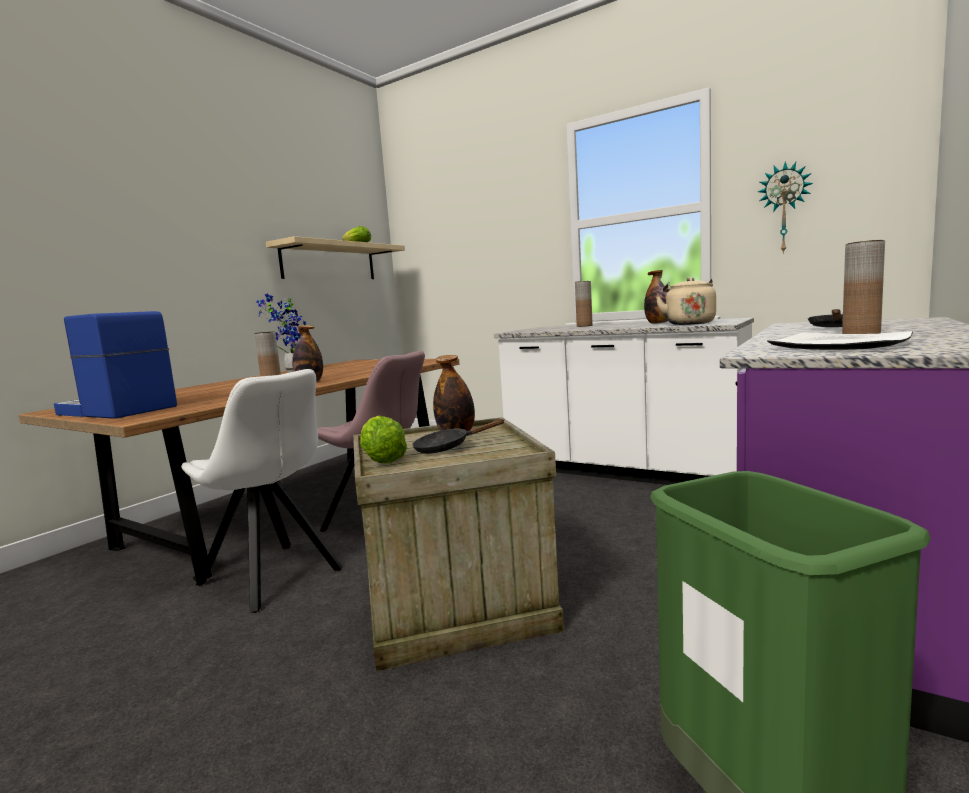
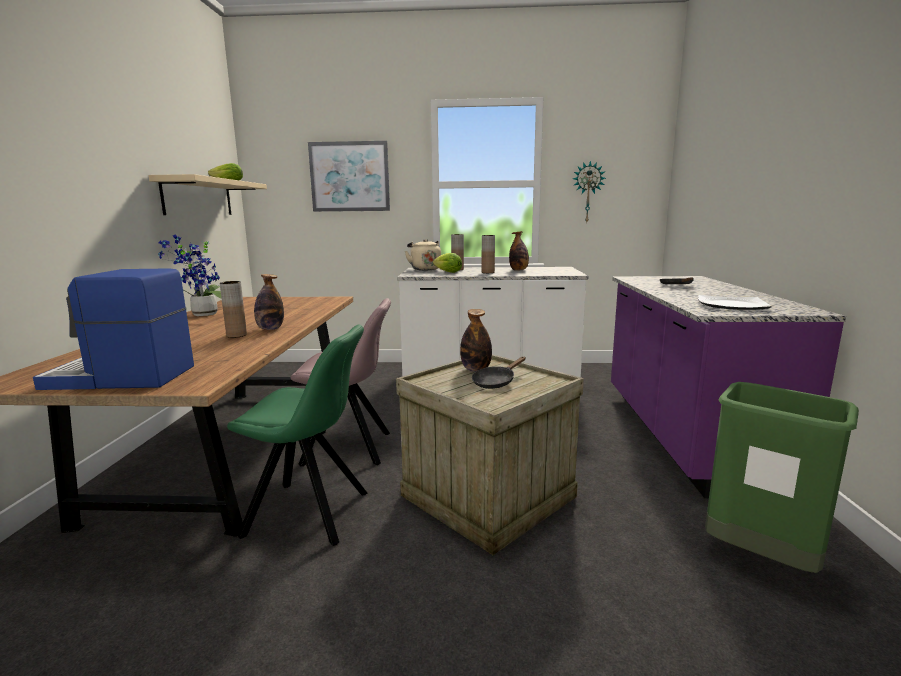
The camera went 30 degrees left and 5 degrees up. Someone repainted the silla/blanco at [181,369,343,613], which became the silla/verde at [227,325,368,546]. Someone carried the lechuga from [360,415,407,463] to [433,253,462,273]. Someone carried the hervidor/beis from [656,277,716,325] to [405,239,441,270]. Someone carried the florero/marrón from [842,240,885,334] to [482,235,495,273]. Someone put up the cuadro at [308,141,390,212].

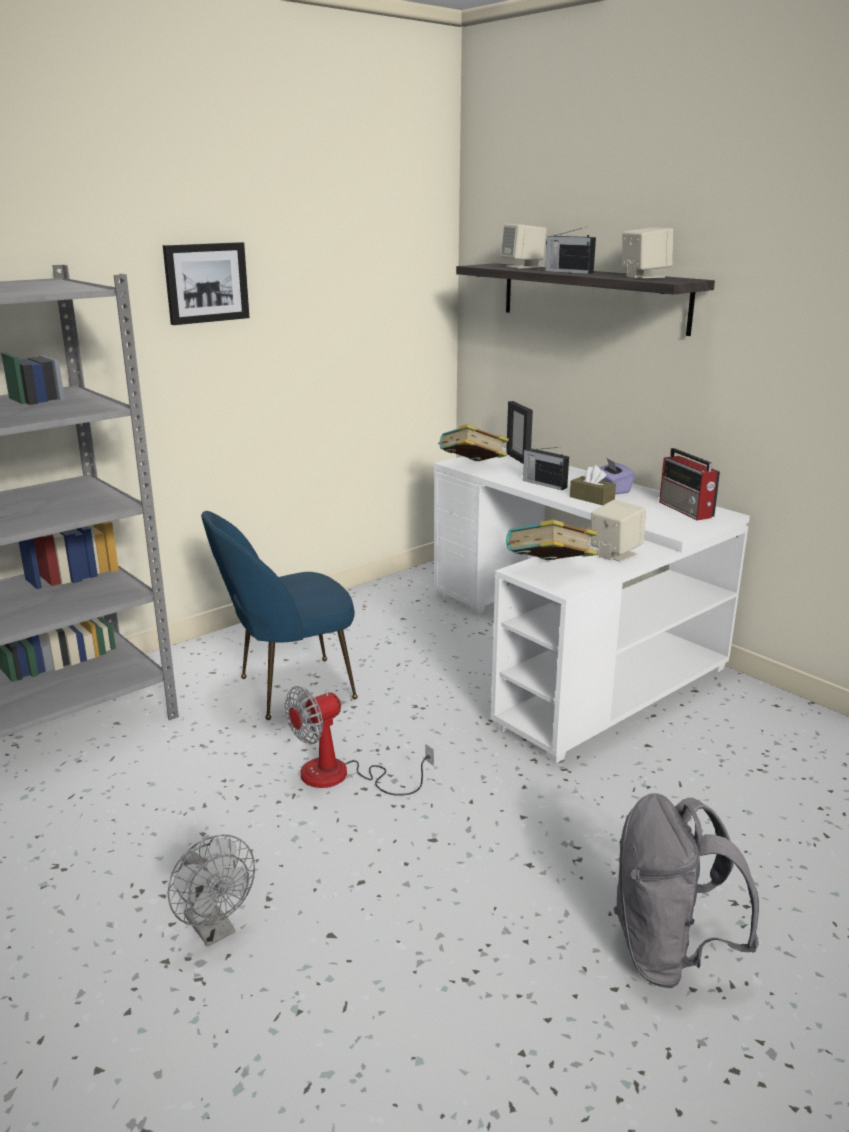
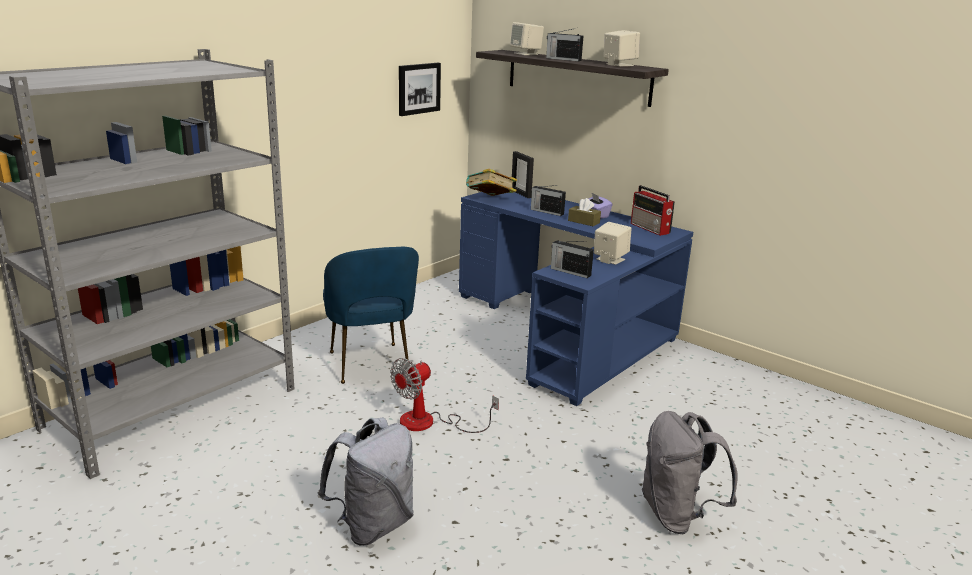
The camera went 10 degrees left and 0 degrees up. Someone carried the cuadro from [163,242,250,325] to [399,63,441,116]. Someone swapped the ventilador/gris at [167,835,255,947] for the mochila/gris at [317,417,414,546]. Someone rotated the silla/azul at [201,511,358,720] by 75 degrees counterclockwise. Someone repainted the escritorio/blanco at [434,447,750,763], which became the escritorio/azul at [459,192,693,406]. Someone swapped the libro at [506,520,597,560] for the radio at [551,240,594,278].

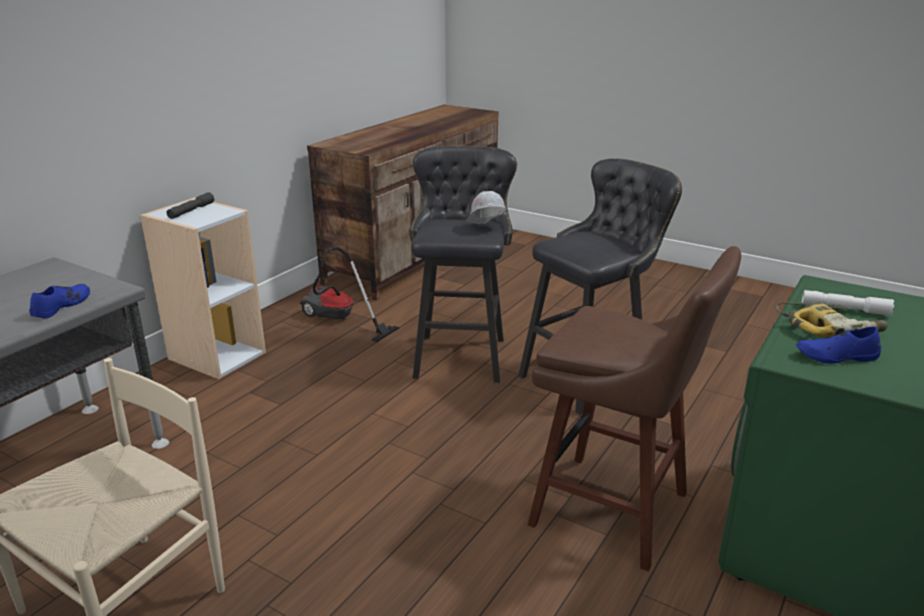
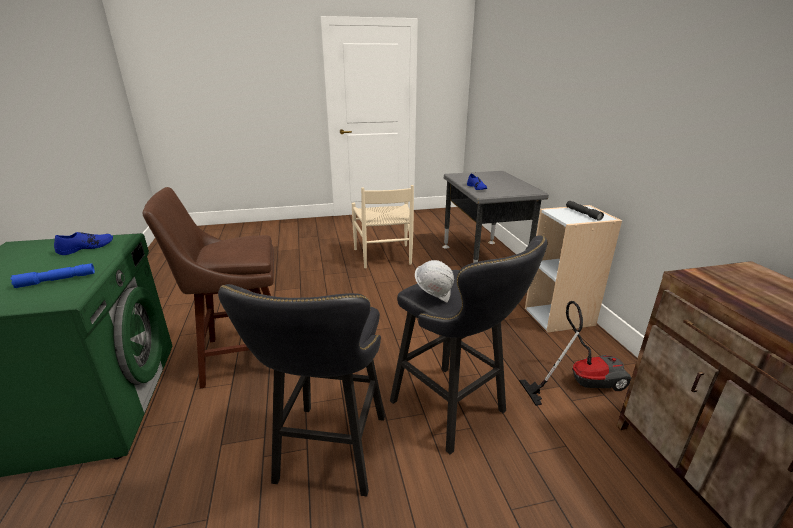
The camera went 135 degrees right and 0 degrees up. Someone took away the taladro at [775,302,888,337]. Someone repainted the linterna/blanco at [802,290,894,316], which became the linterna/azul at [11,263,95,288].

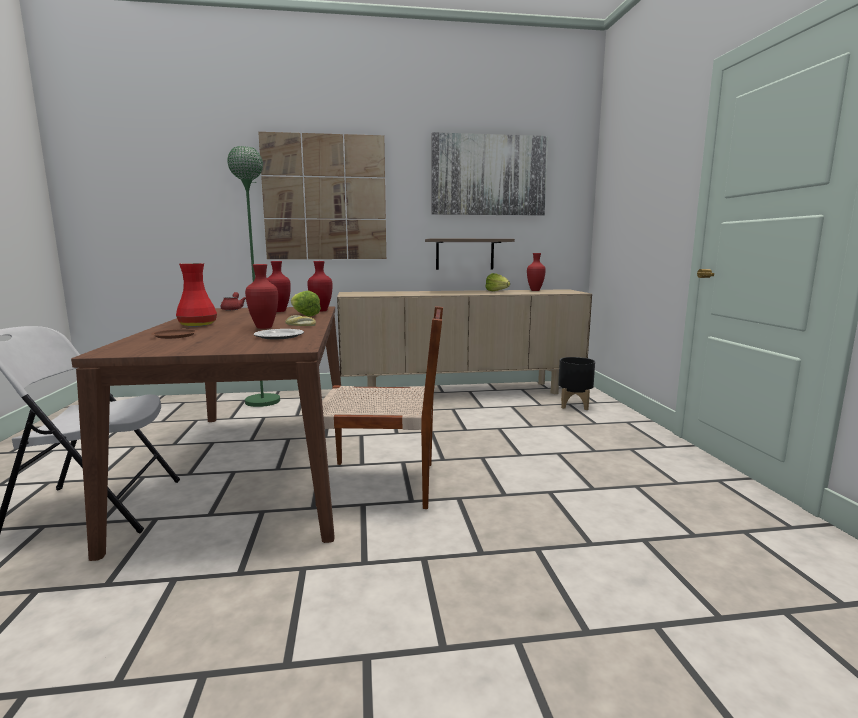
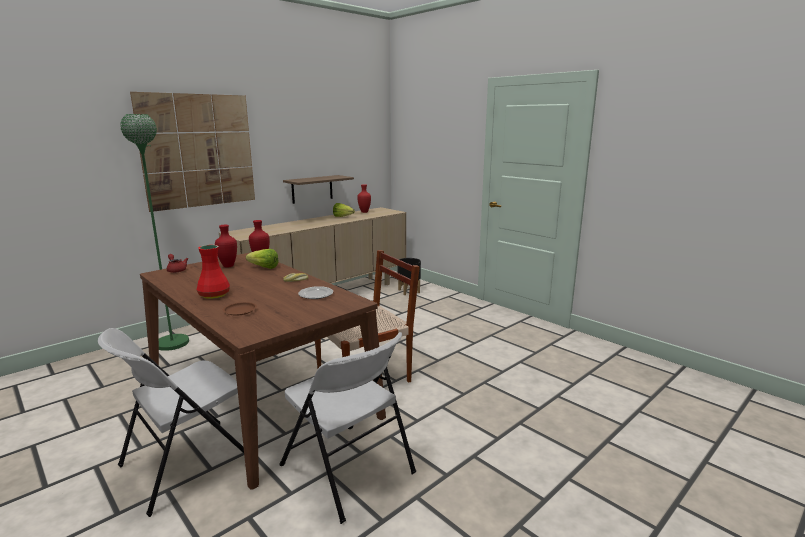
The camera went 35 degrees left and 5 degrees up. Someone took away the florero/rojo at [245,264,278,329]. Someone took away the cuadro at [431,132,548,216]. Someone put down the silla/blanco at [279,332,416,524].

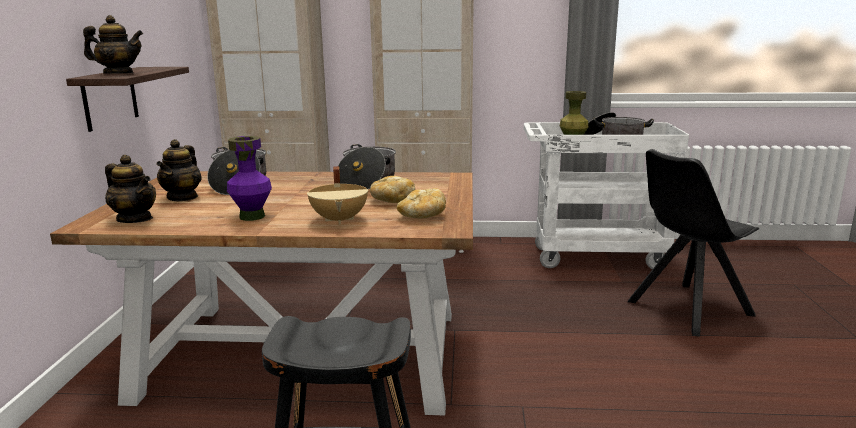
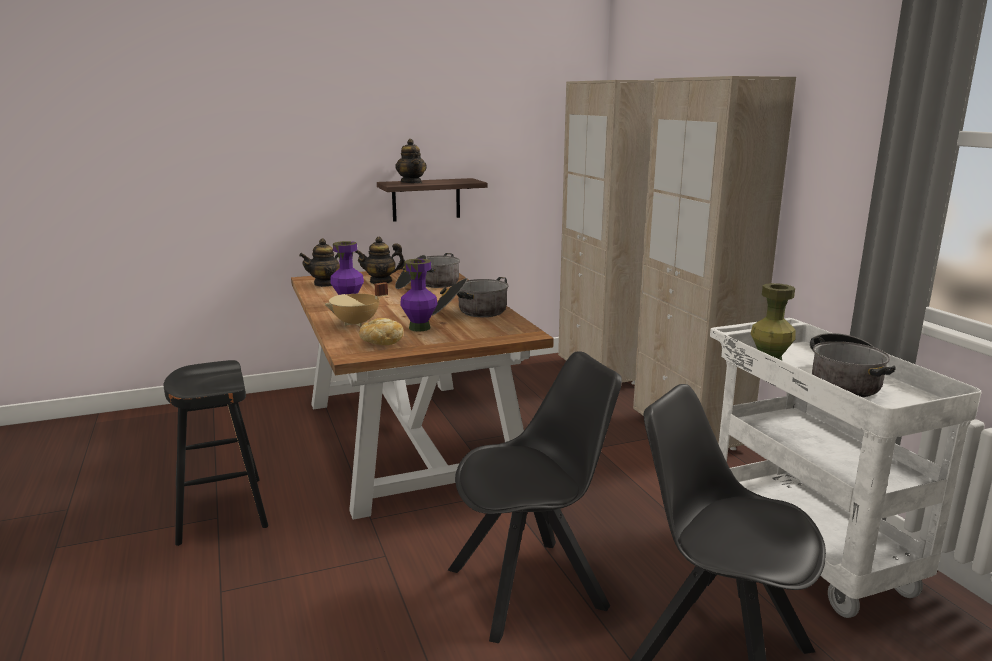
The camera went 65 degrees right and 0 degrees up. Someone rotated the tetera at [105,155,156,223] by 45 degrees clockwise. Someone swapped the pan at [370,176,415,203] for the florero/morado at [400,259,438,332]. Someone put down the silla/negro at [448,351,622,643].

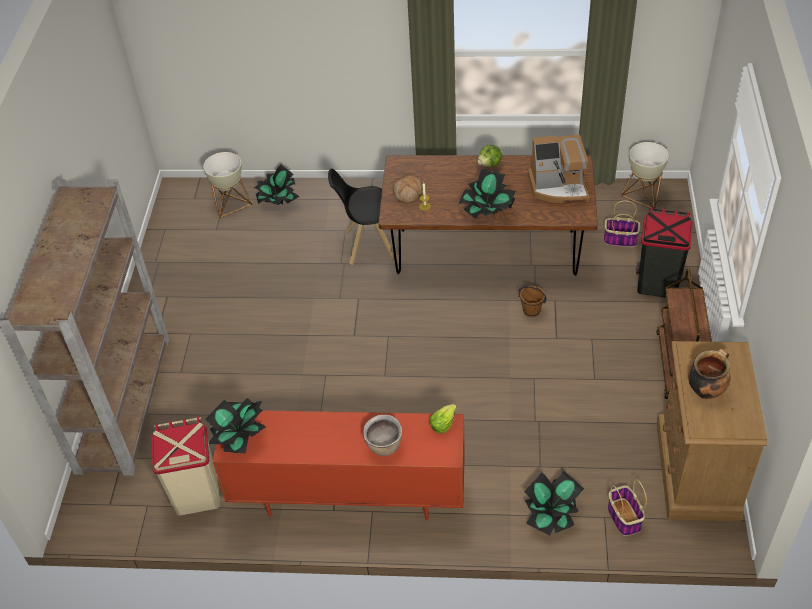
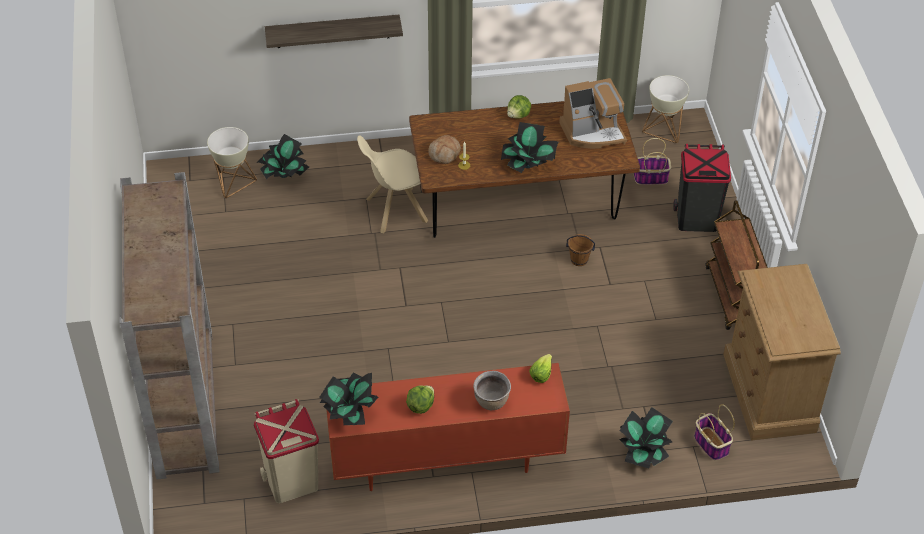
The camera went 15 degrees left and 0 degrees up. Someone repainted the silla/negro at [328,168,397,265], which became the silla/beis at [357,135,428,234]. Someone took away the olla at [688,349,731,399]. Someone put up the estante at [265,15,403,48]. Someone put down the lechuga at [406,385,434,414].

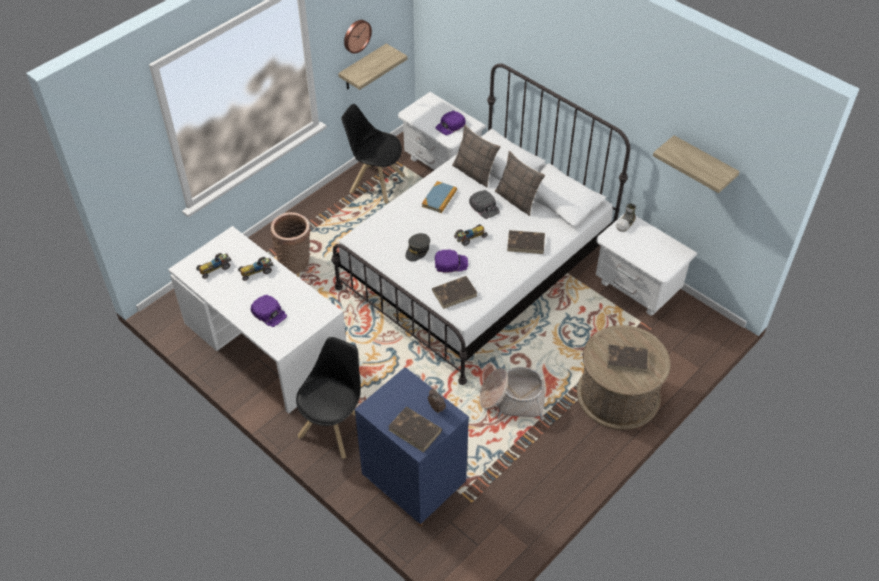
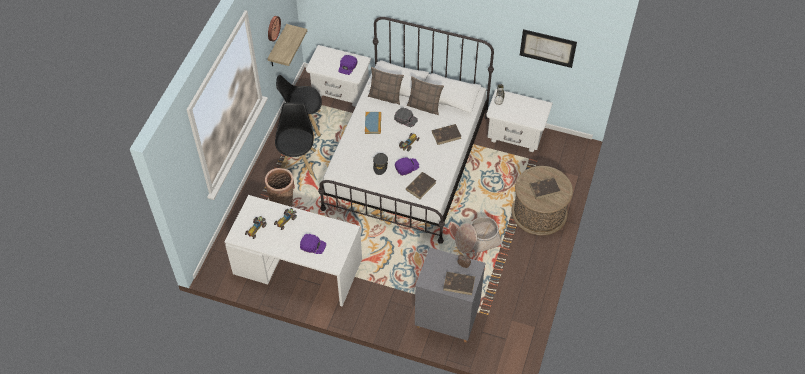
The camera went 25 degrees left and 5 degrees up. Someone carried the silla/negro from [296,337,361,459] to [275,102,317,175]. Someone repainted the cómoda/azul at [355,367,469,526], which became the cómoda/gris at [415,248,486,342]. Someone swapped the estante at [653,135,740,193] for the cuadro at [520,29,577,68].

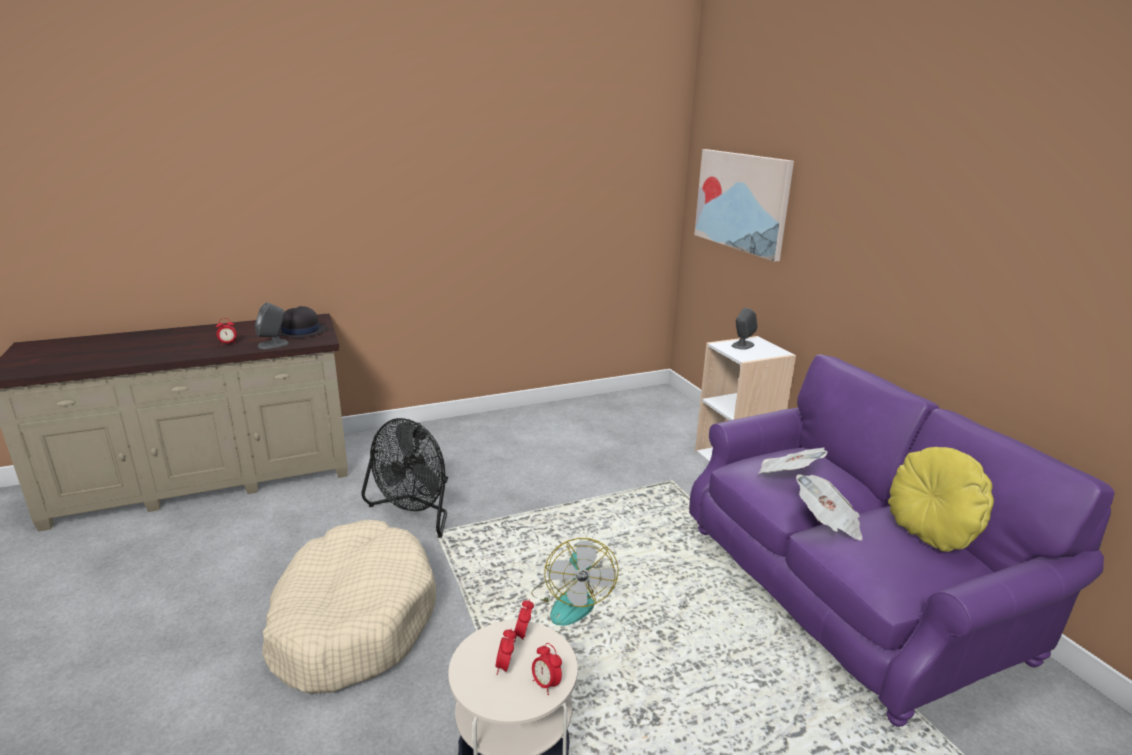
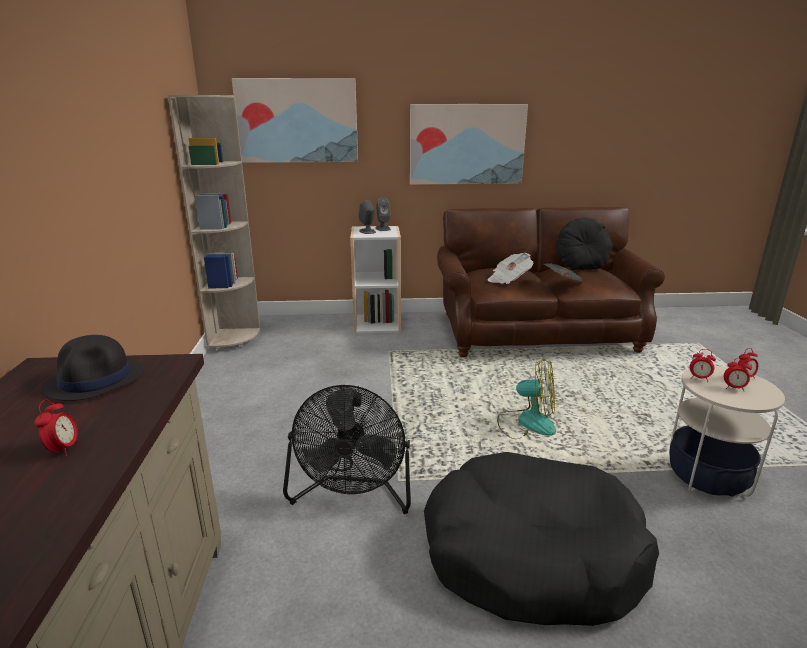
The camera went 70 degrees left and 0 degrees up. Someone carried the altavoz/gris from [255,302,289,349] to [376,198,391,231]. Someone repainted the cama para perro/beis at [262,520,436,694], which became the cama para perro/negro at [424,452,659,626]. Someone rotated the ventilador/negro at [361,418,448,538] by 45 degrees clockwise. Someone repainted the sofá/morado at [689,354,1115,727], which became the sofá/marrón at [437,207,665,357]. Someone repainted the cojín/amarillo at [888,447,994,552], which became the cojín/negro at [556,217,613,270]. Someone put down the estantería/beis at [168,95,260,351]. Someone put up the cuadro at [410,104,528,185].

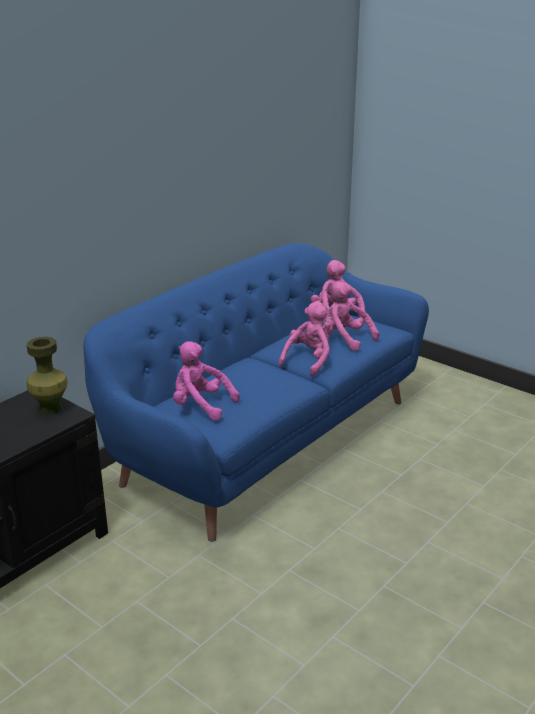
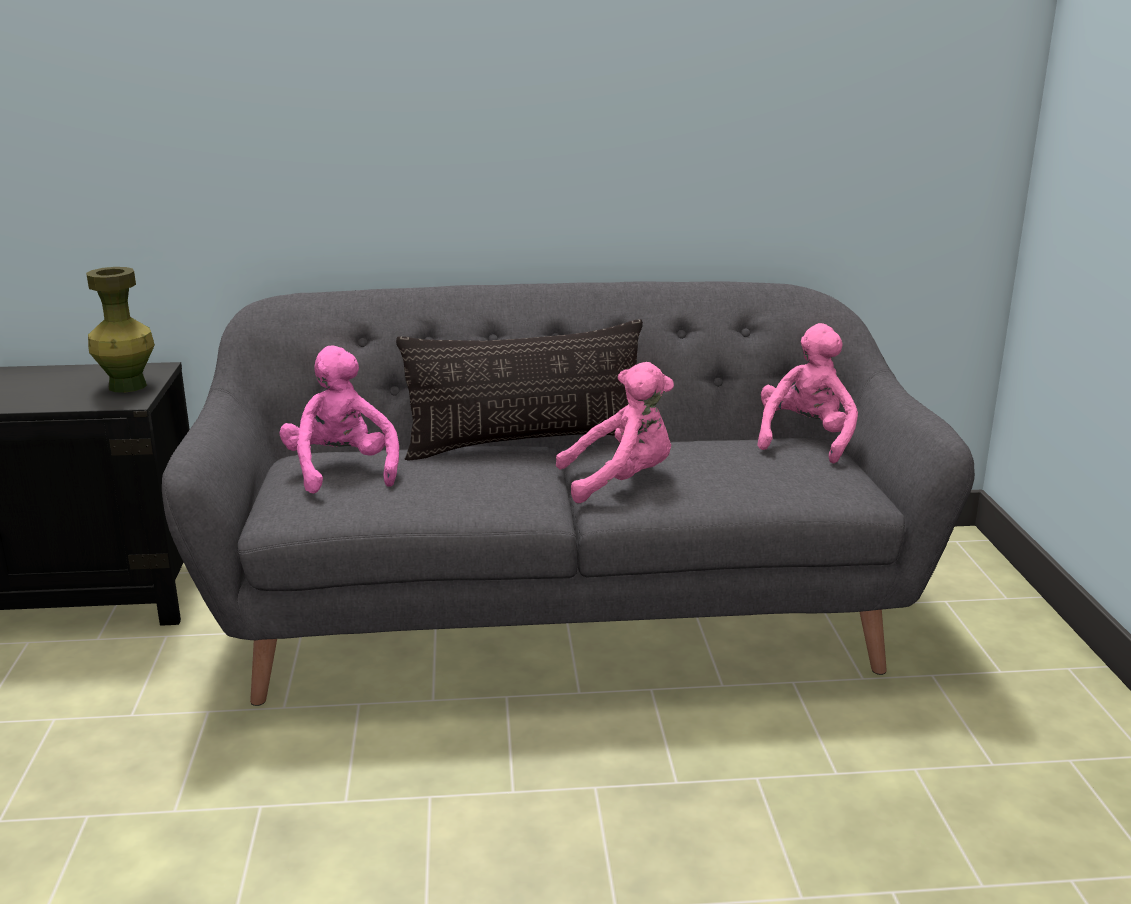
The camera went 45 degrees right and 5 degrees down. Someone repainted the sofá/azul at [84,243,429,542], which became the sofá/gris at [162,281,975,706]. Someone took away the peluche/rosa at [324,282,379,351]. Someone put down the cojín at [396,319,643,461].

